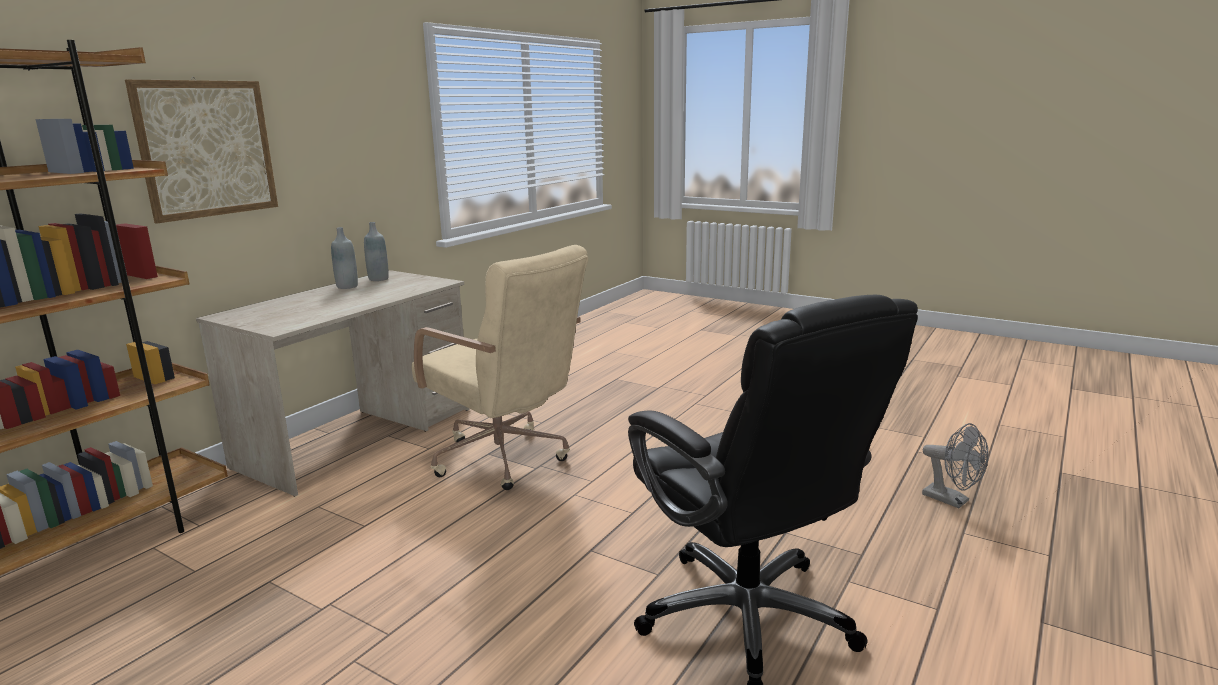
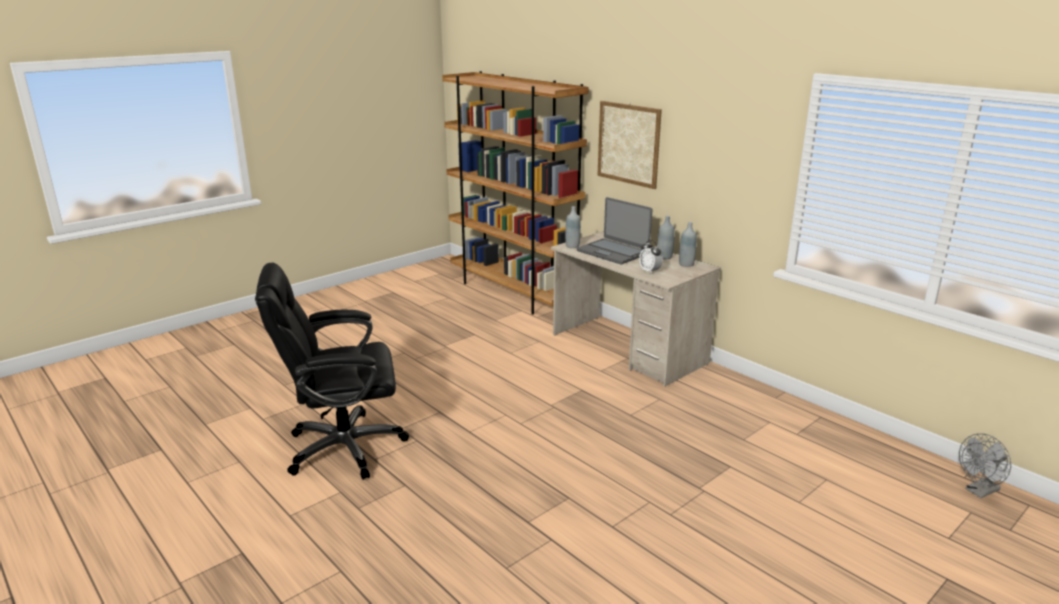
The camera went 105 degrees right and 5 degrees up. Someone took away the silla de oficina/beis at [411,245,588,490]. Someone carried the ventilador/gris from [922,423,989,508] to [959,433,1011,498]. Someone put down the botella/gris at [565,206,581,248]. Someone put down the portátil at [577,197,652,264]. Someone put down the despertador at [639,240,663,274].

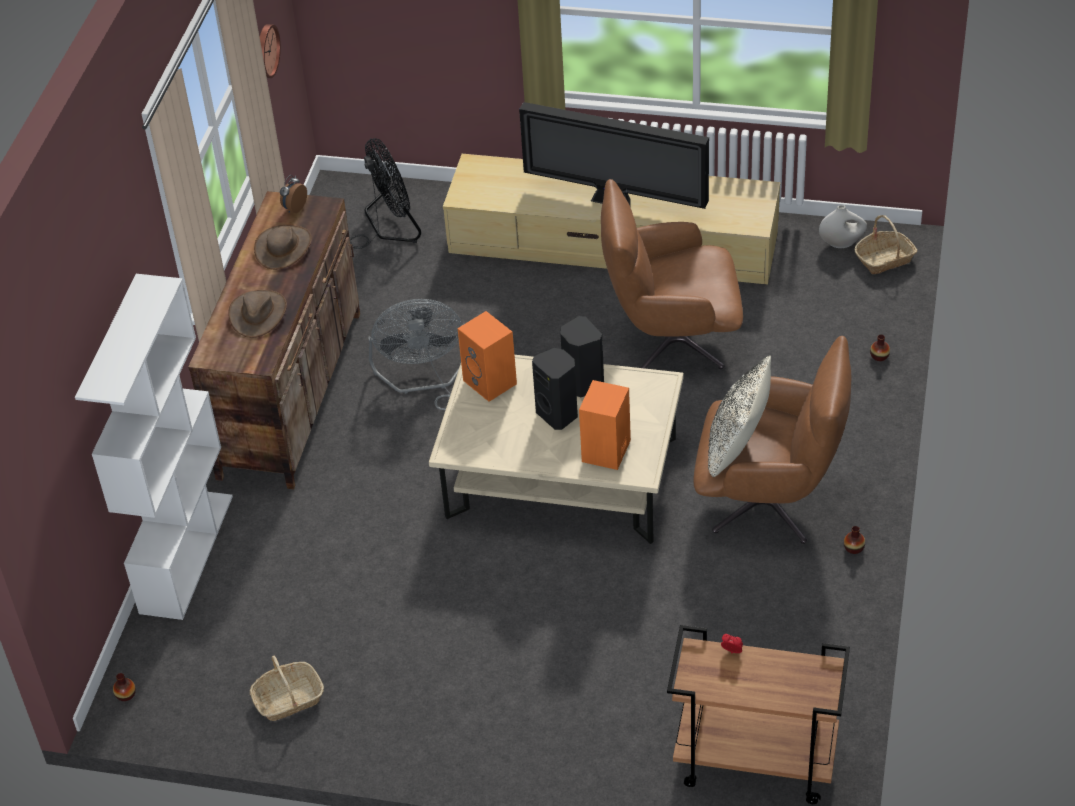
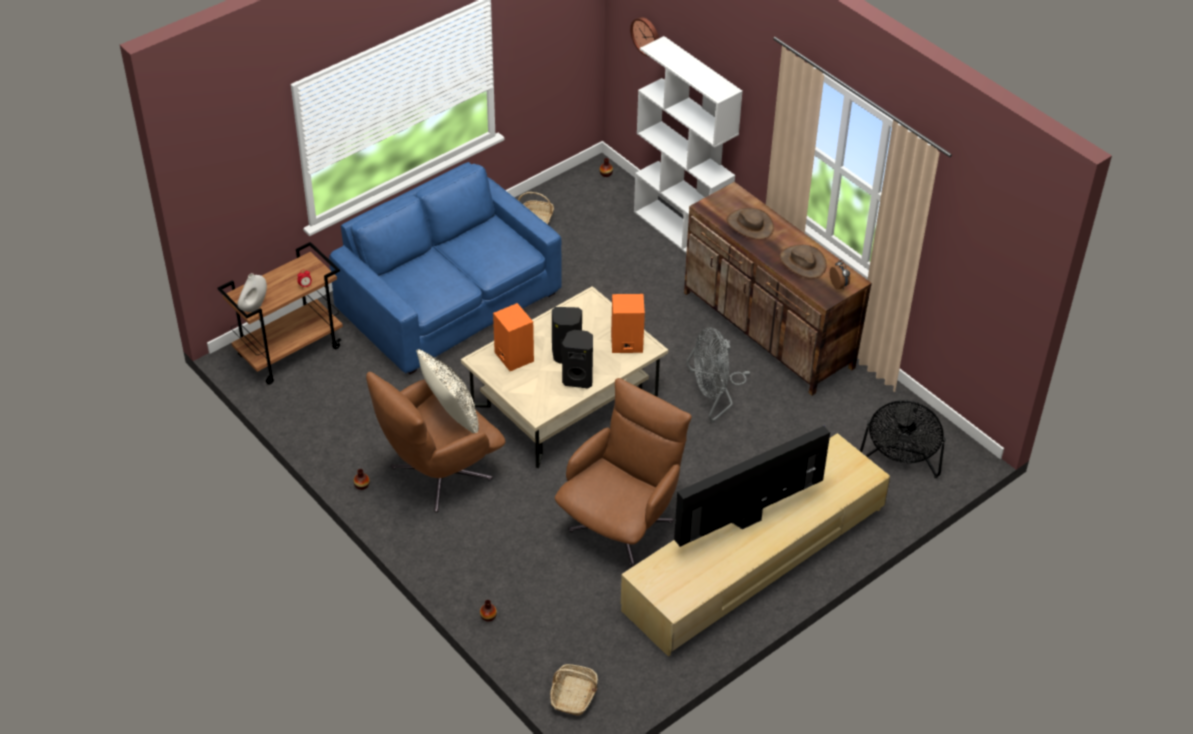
The camera went 125 degrees right and 0 degrees up. Someone carried the reloj de pared from [260,24,281,78] to [630,17,659,57]. Someone rotated the ventilador/gris at [368,299,464,410] by 135 degrees clockwise. Someone carried the florero/blanco from [819,205,867,248] to [237,273,267,312]. Someone put down the sofá/azul at [329,162,562,374].

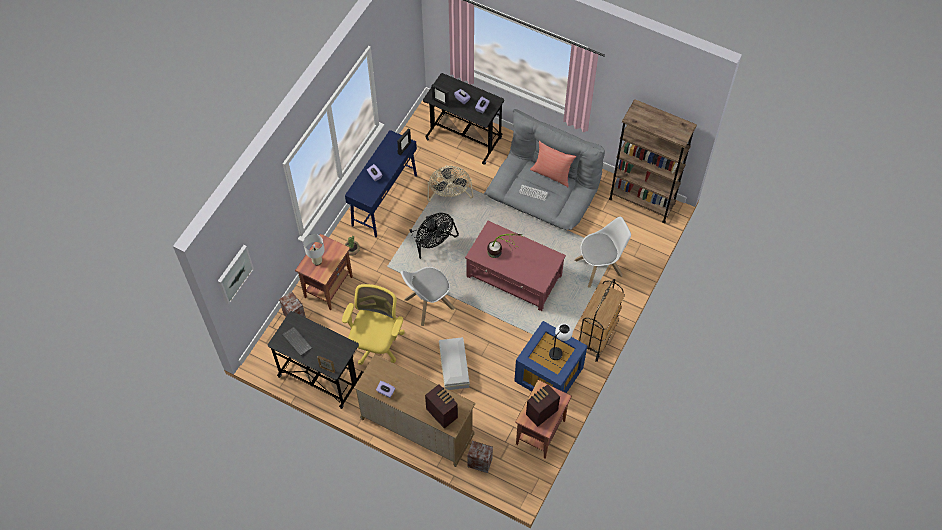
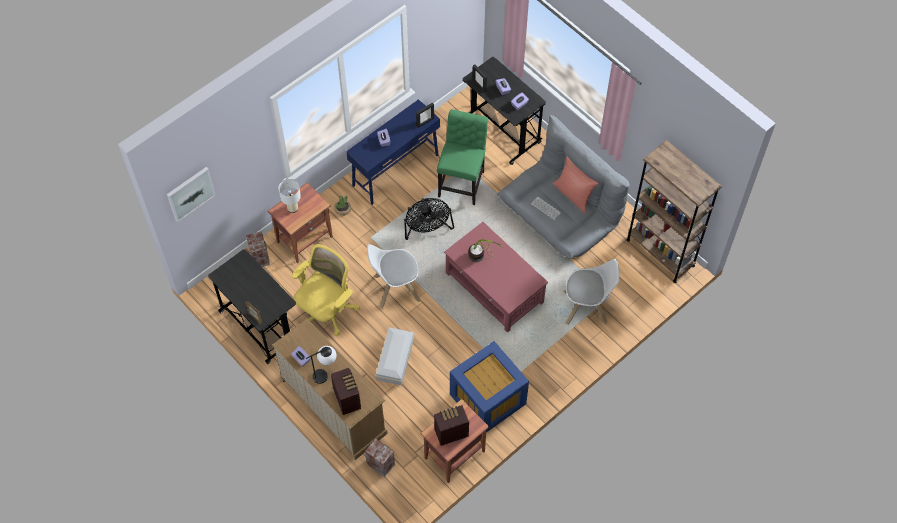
The camera went 20 degrees right and 0 degrees up. Someone took away the teclado at [282,327,312,356]. Someone swapped the ventilador/beis at [427,165,474,202] for the silla/verde at [437,110,488,205]. Someone carried the lámpara de mesa from [549,323,573,360] to [306,346,336,384]. Someone took away the carrito/marrón at [578,279,625,362].

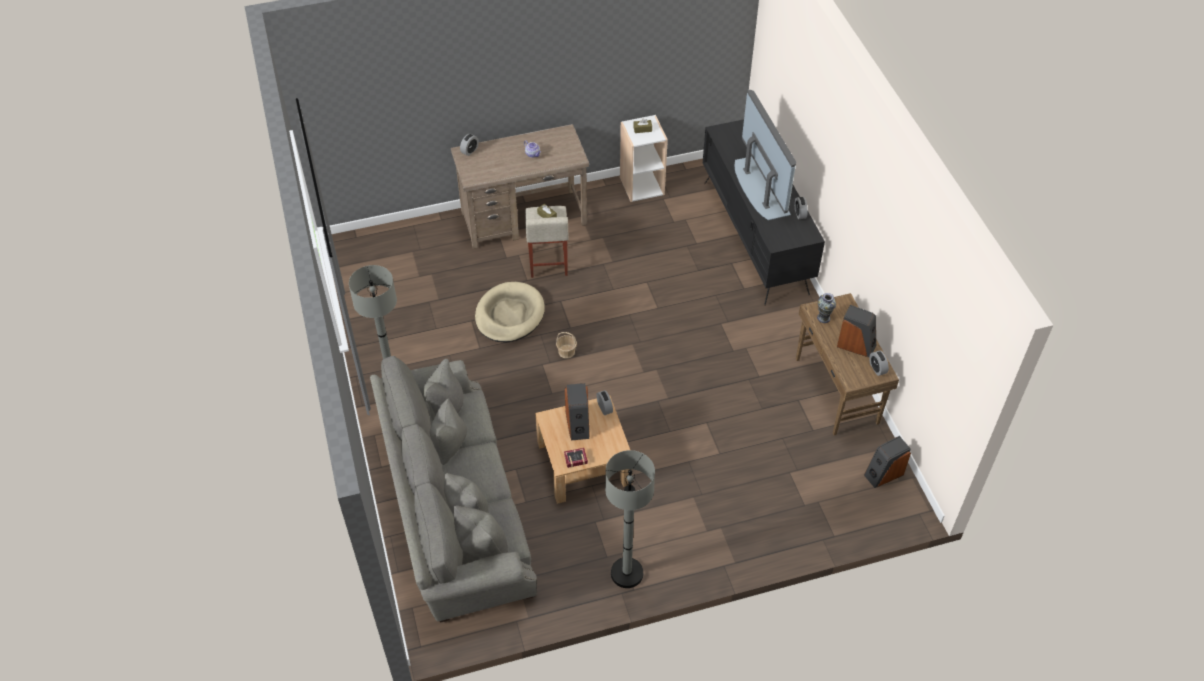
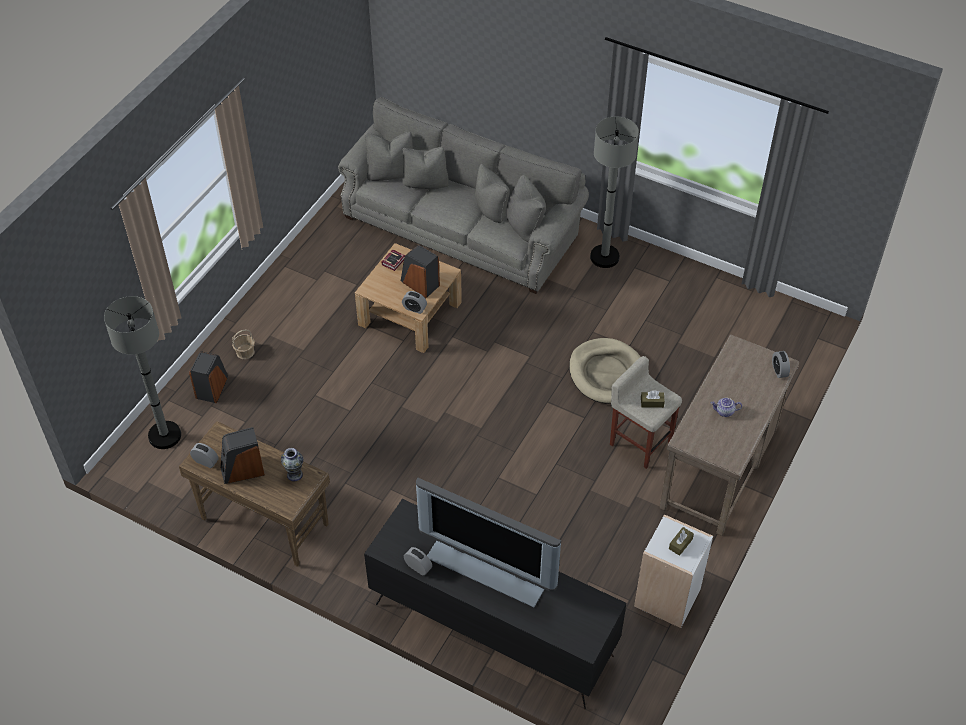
The camera went 135 degrees right and 0 degrees up. Someone carried the cesta from [556,332,577,358] to [232,329,255,359]. Someone carried the lámpara de pie/gris from [605,450,655,588] to [104,296,181,449]. Someone carried the altavoz from [864,436,911,488] to [189,351,228,403].

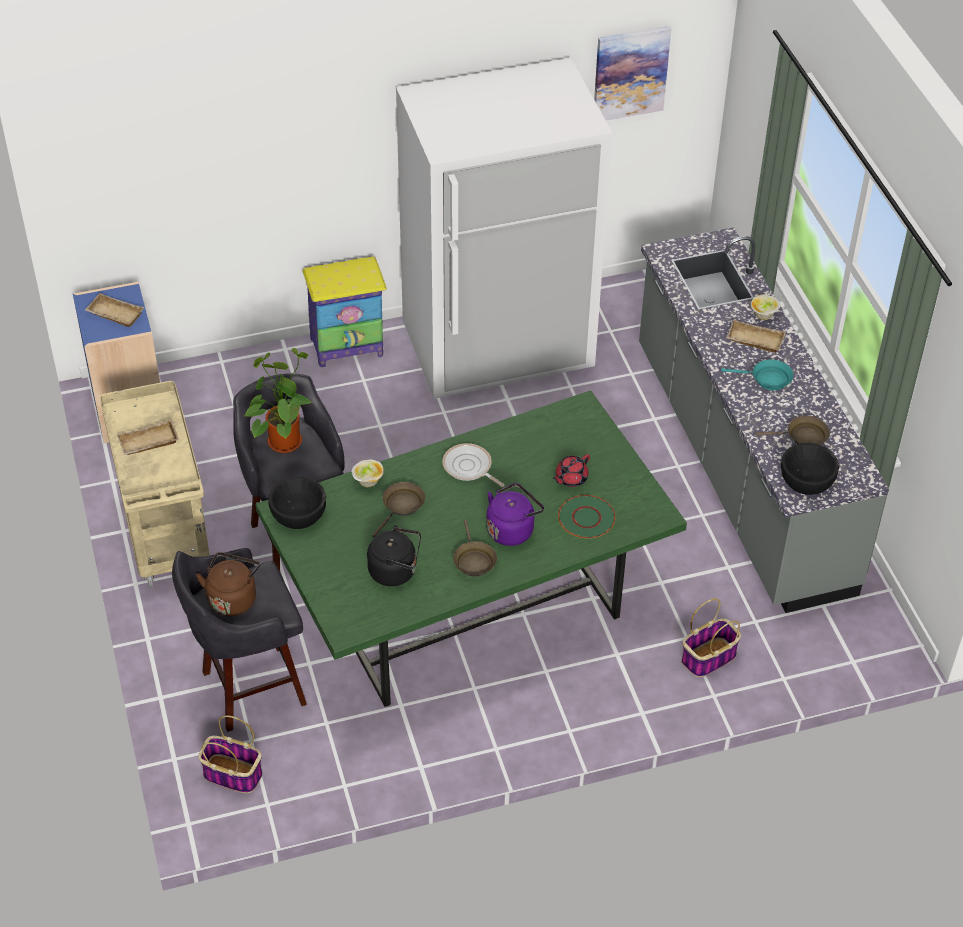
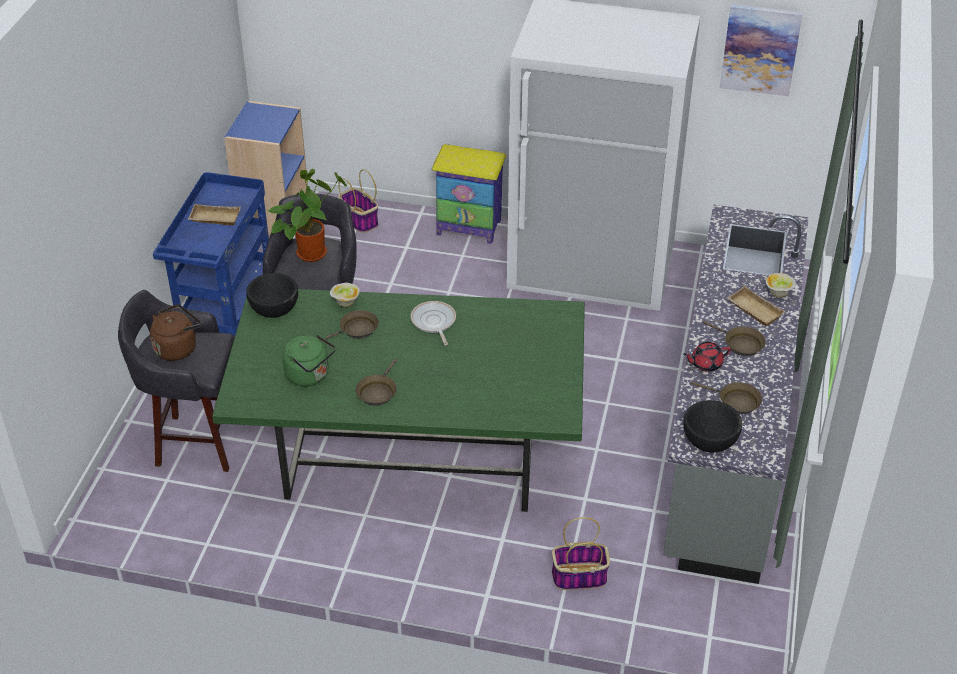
The camera went 30 degrees right and 5 degrees down. Someone took away the bandeja/beis at [85,293,144,327]. Someone repainted the carrito/beis at [100,381,210,588], which became the carrito/azul at [153,172,269,338]. Someone carried the cesta from [199,715,263,793] to [338,169,378,233]. Someone repainted the hervidor/negro at [367,526,421,586], which became the hervidor/verde at [283,334,336,386]. Someone took away the hervidor/morado at [486,483,544,546]. Someone carried the tetera/rojo from [553,454,590,487] to [683,342,731,372]. Someone took away the plato/verde at [558,495,616,538]. Someone repainted the sartén/turquesa at [721,359,793,390], which became the sartén/marrón at [702,320,766,356].

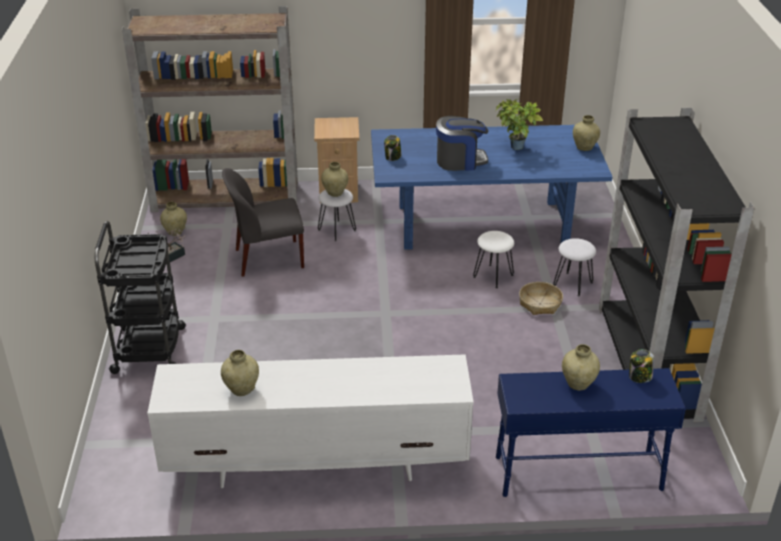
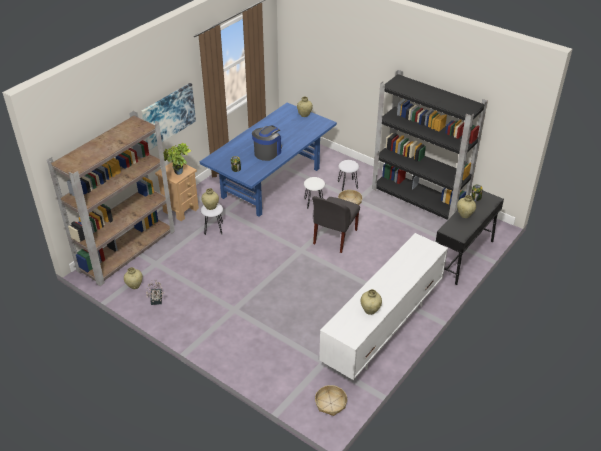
The camera went 50 degrees left and 5 degrees up. Someone took away the carrito/negro at [95,221,186,374]. Someone carried the silla/gris from [222,168,304,277] to [312,196,360,253]. Someone carried the planta en maceta from [495,99,543,150] to [163,142,191,175]. Someone repainted the mesa consola/azul at [496,368,686,497], which became the mesa consola/negro at [436,190,504,285]. Someone put up the cuadro at [141,83,196,150]. Someone put down the cesta at [315,385,347,416].

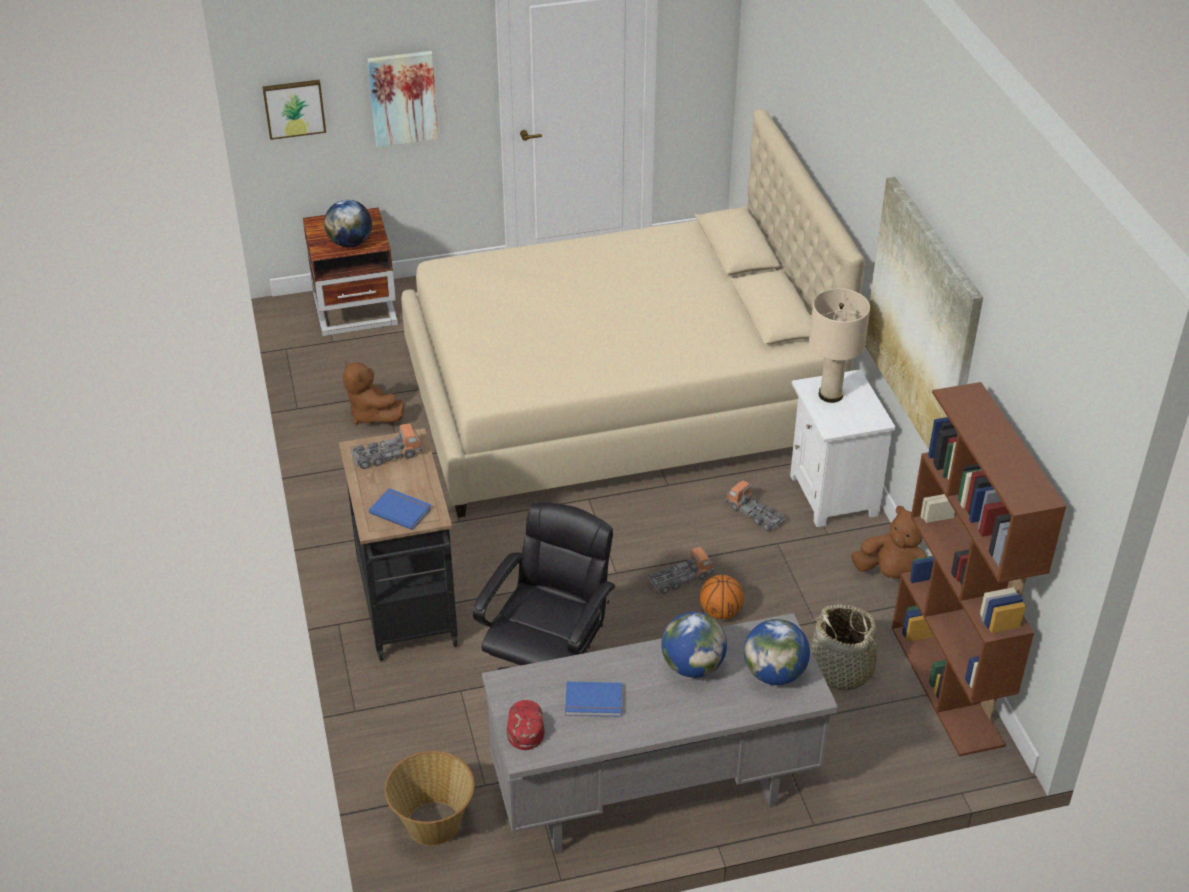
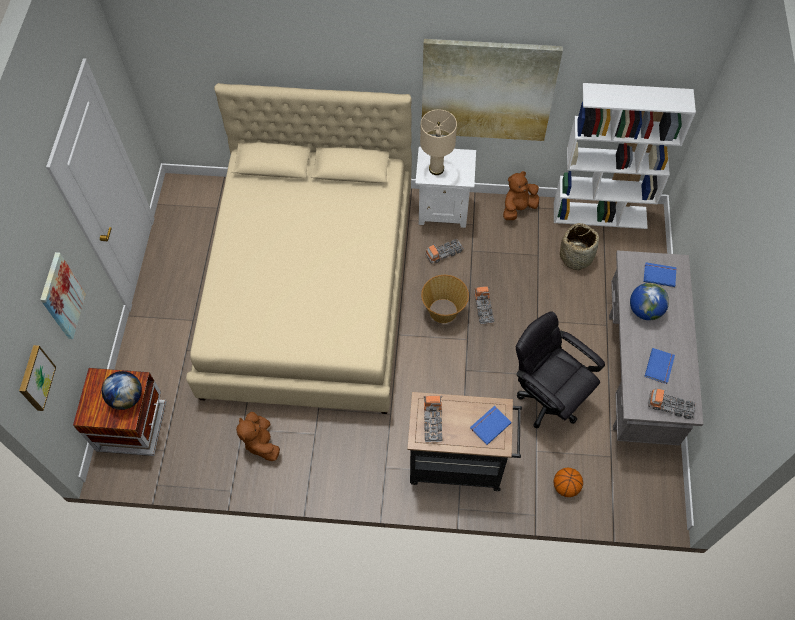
The camera went 70 degrees left and 20 degrees up. Someone rotated the peluche/marrón at [343,361,404,425] by 90 degrees clockwise. Someone carried the cesta from [385,751,475,846] to [421,275,469,323]. Someone swapped the gorra/rojo at [507,700,545,750] for the camión de juguete at [648,387,696,419]. Someone carried the balón de baloncesto from [700,575,744,619] to [554,468,583,497]. Someone swapped the globo terráqueo at [744,619,810,685] for the libro/azul at [643,262,677,287]. Someone repainted the estantería/marrón at [892,382,1066,756], which became the estantería/blanco at [554,83,696,229].

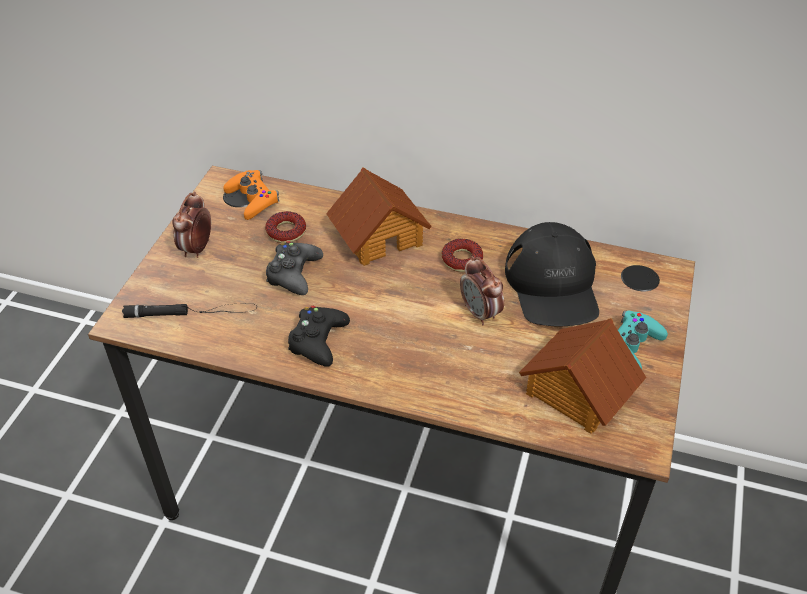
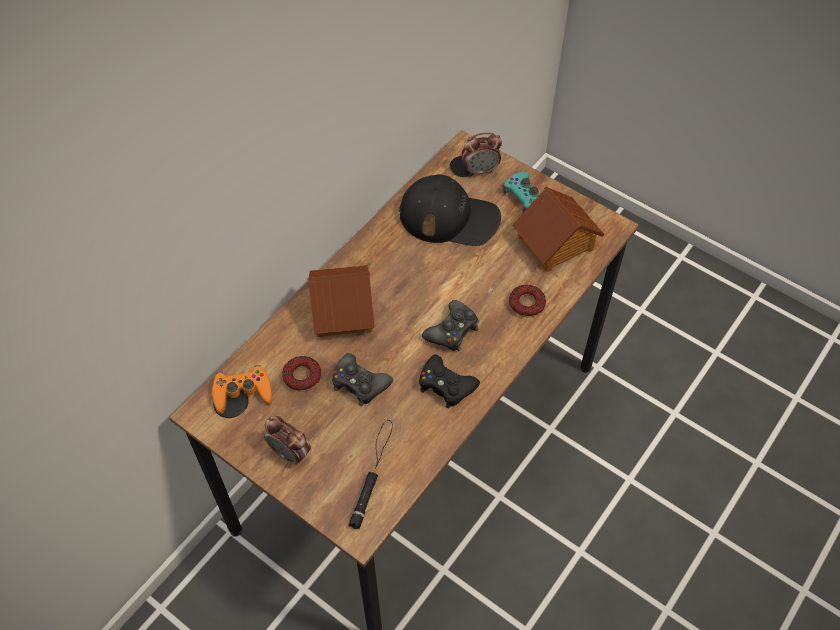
The camera went 70 degrees left and 10 degrees up. Someone carried the rosquilla from [442,239,483,272] to [509,285,546,317]. Someone carried the despertador from [460,256,504,326] to [462,132,502,176]. Someone put down the mando de consola/negro at [422,300,479,351].

